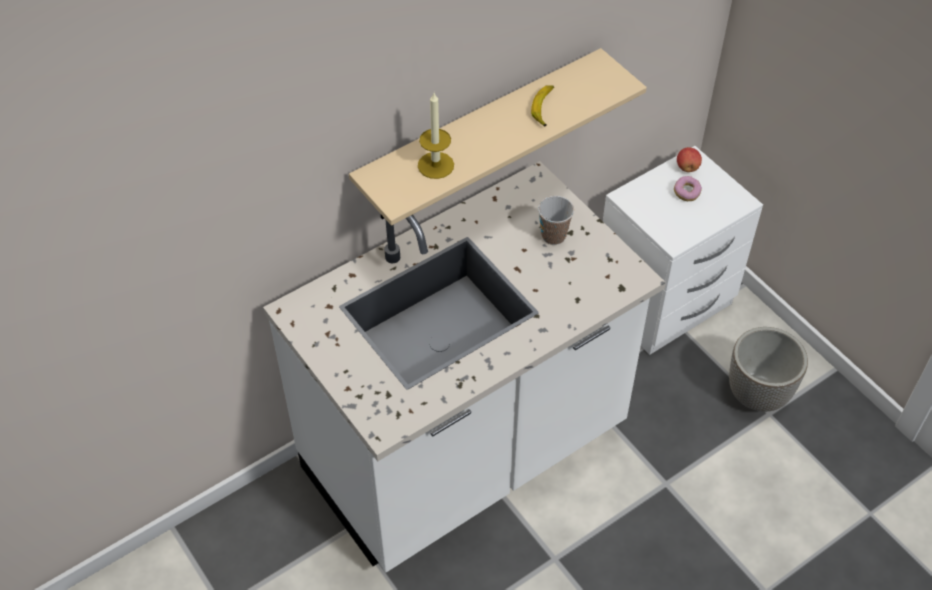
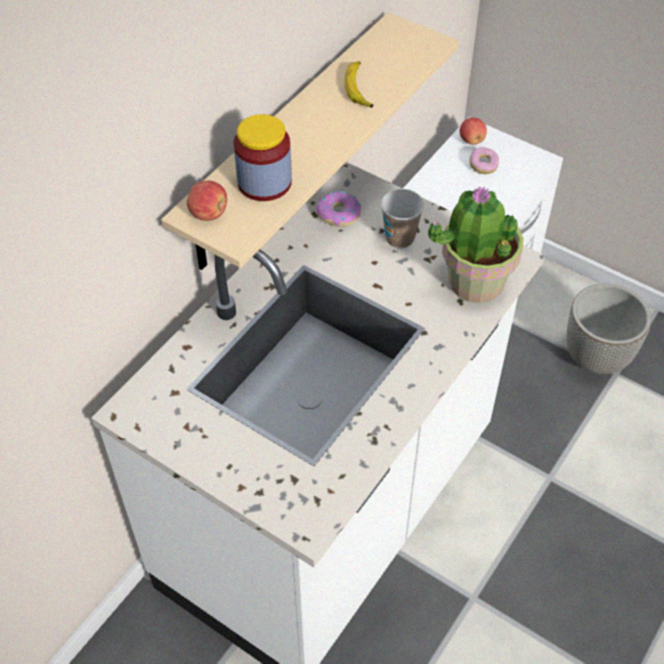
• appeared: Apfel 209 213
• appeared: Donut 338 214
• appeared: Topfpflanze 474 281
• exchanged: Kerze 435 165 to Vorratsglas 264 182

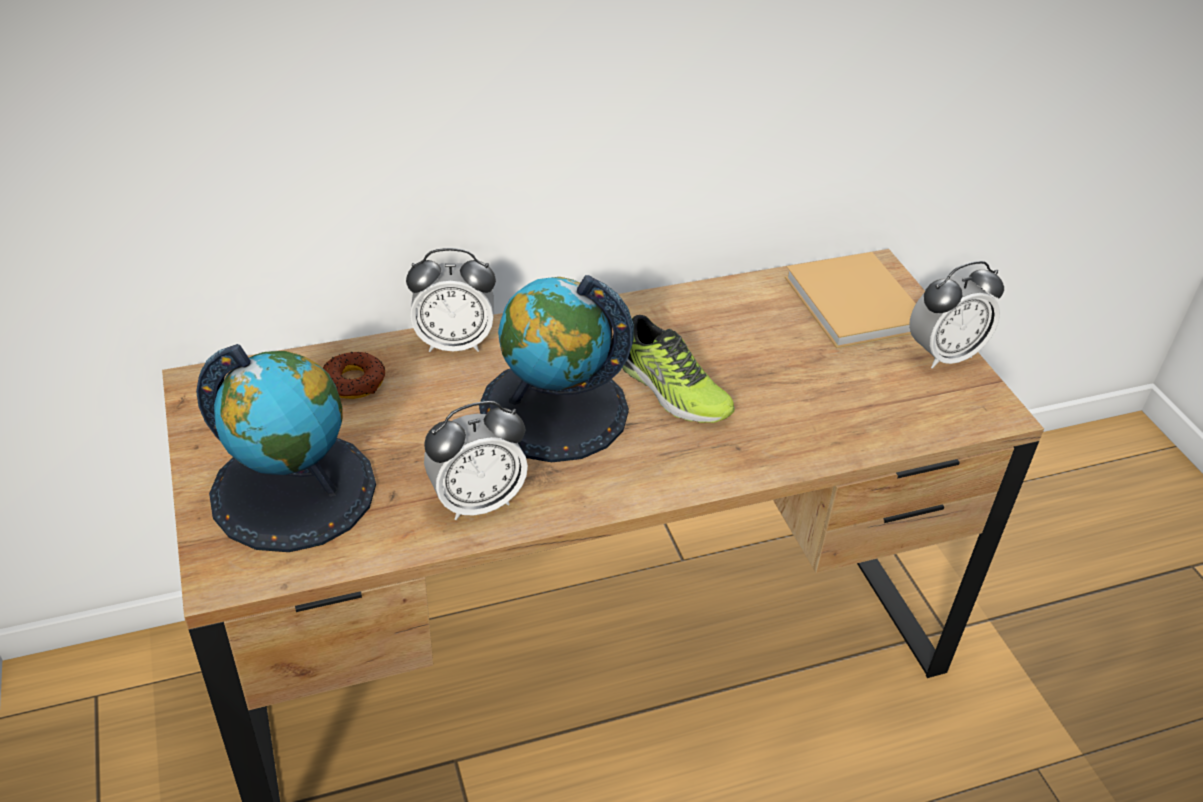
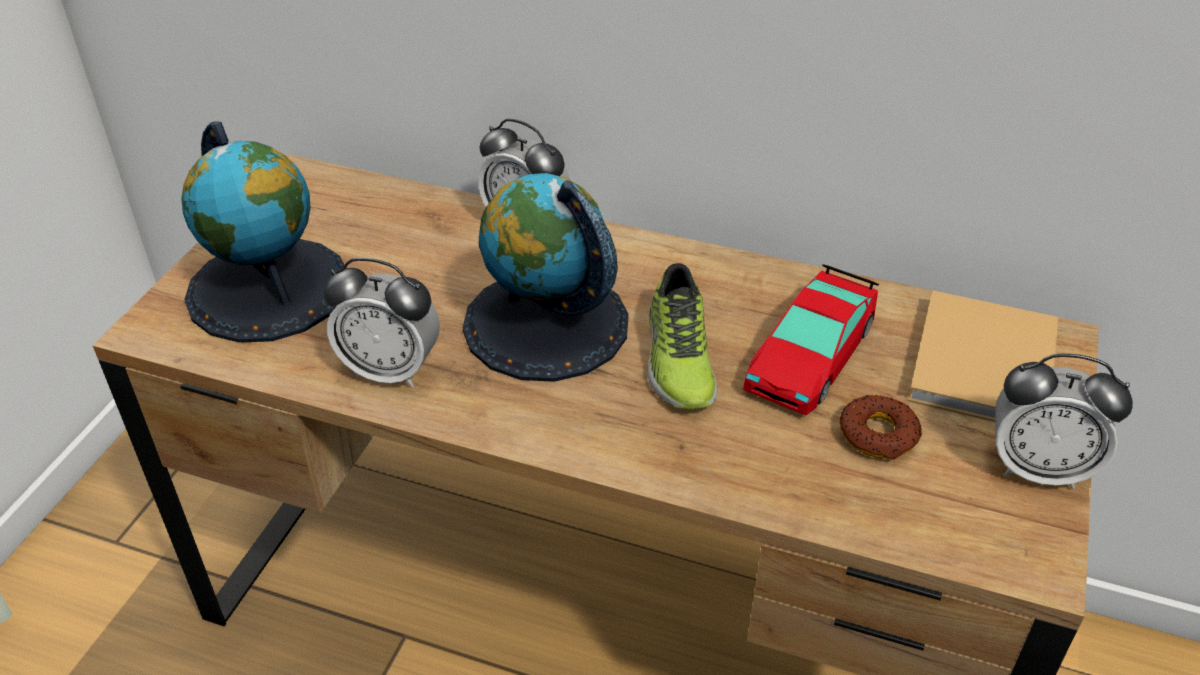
• appeared: Spielzeugauto 809 355
• relocated: Donut 354 382 to 878 434

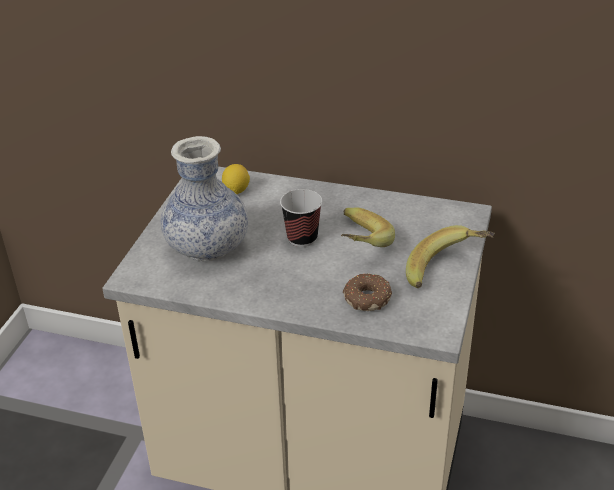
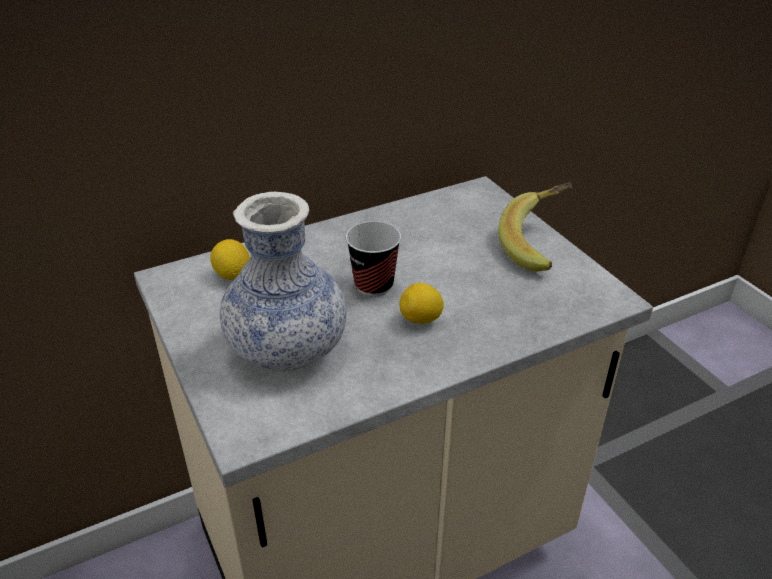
• missing: Banane 357 244
• missing: Donut 367 297
• appeared: Zitrone 421 320

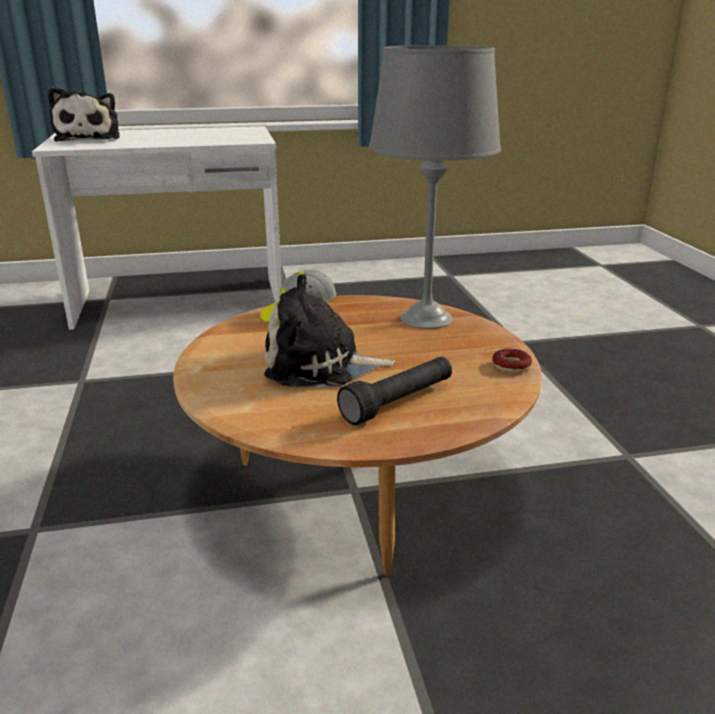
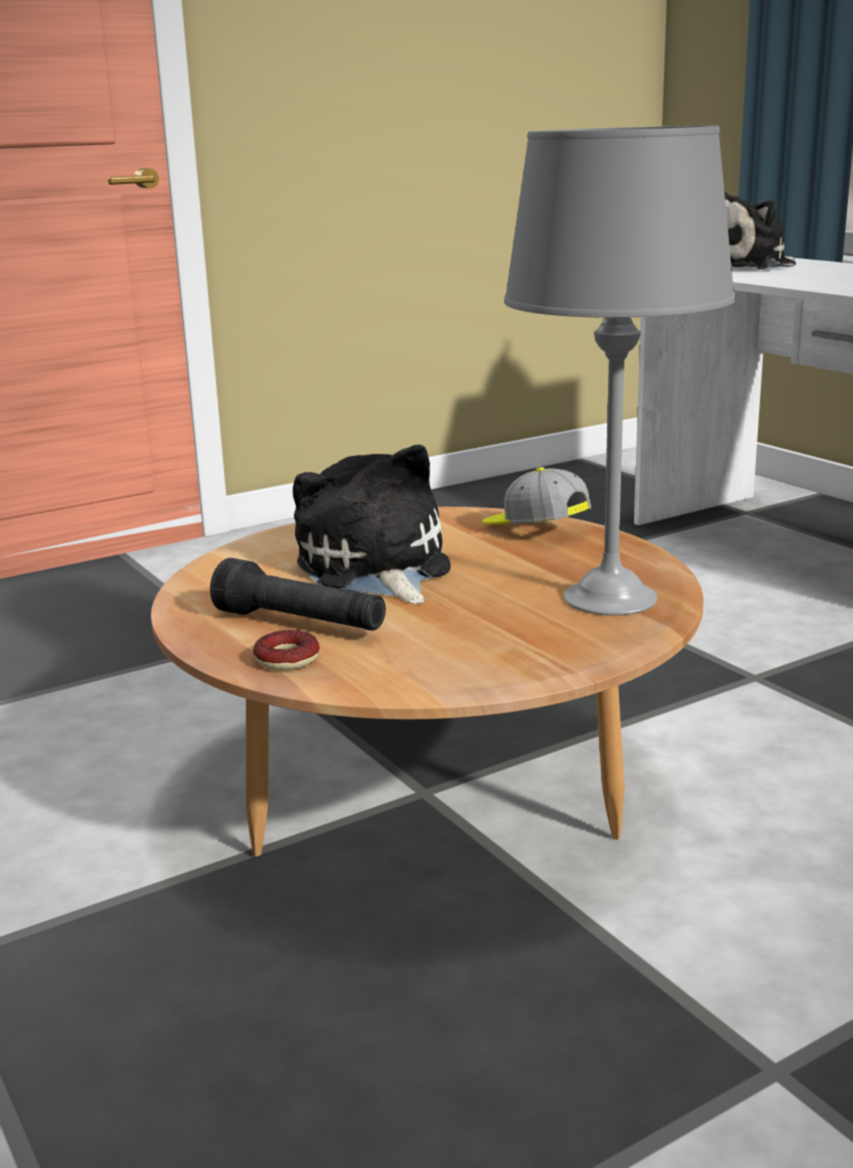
• relocated: Donut 511 366 to 287 659

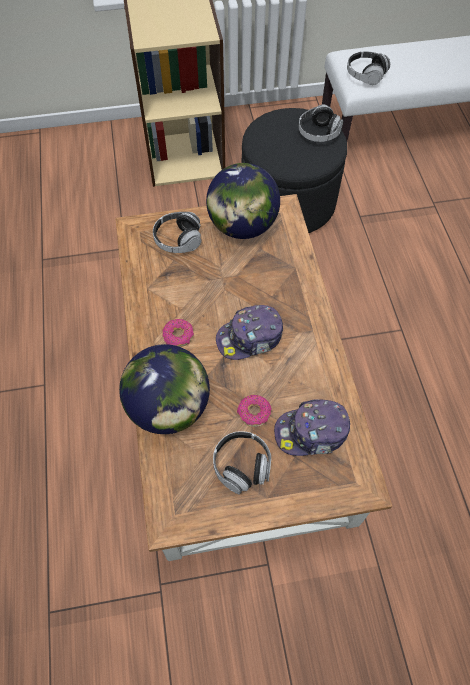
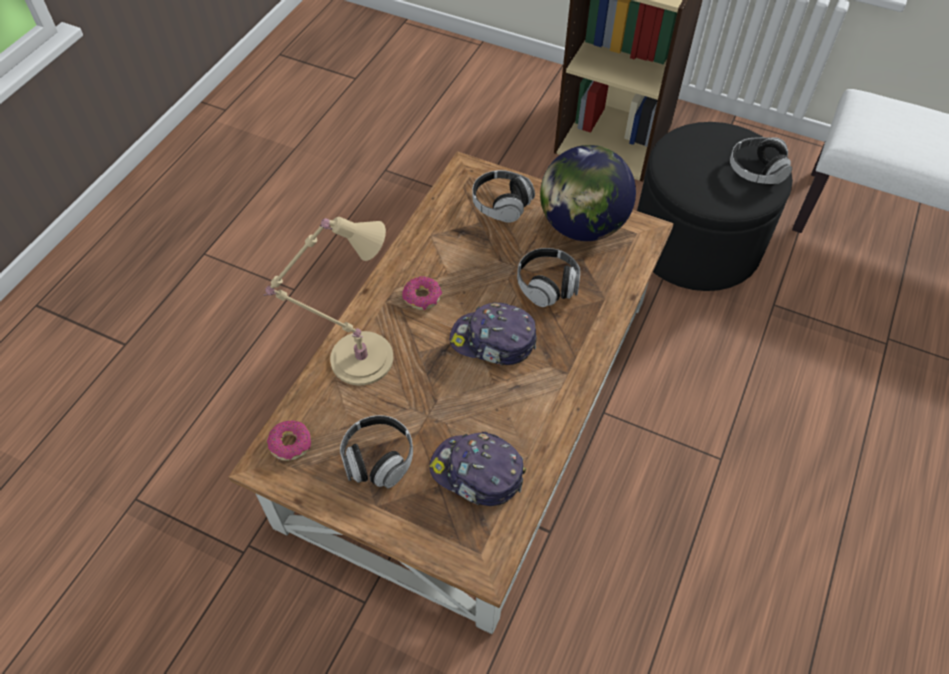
• relocated: Donut 254 413 to 290 444
• relocated: Kopfhörer 365 75 to 547 285
• exchanged: Globus 169 407 to Tischlampe (beige) 356 359

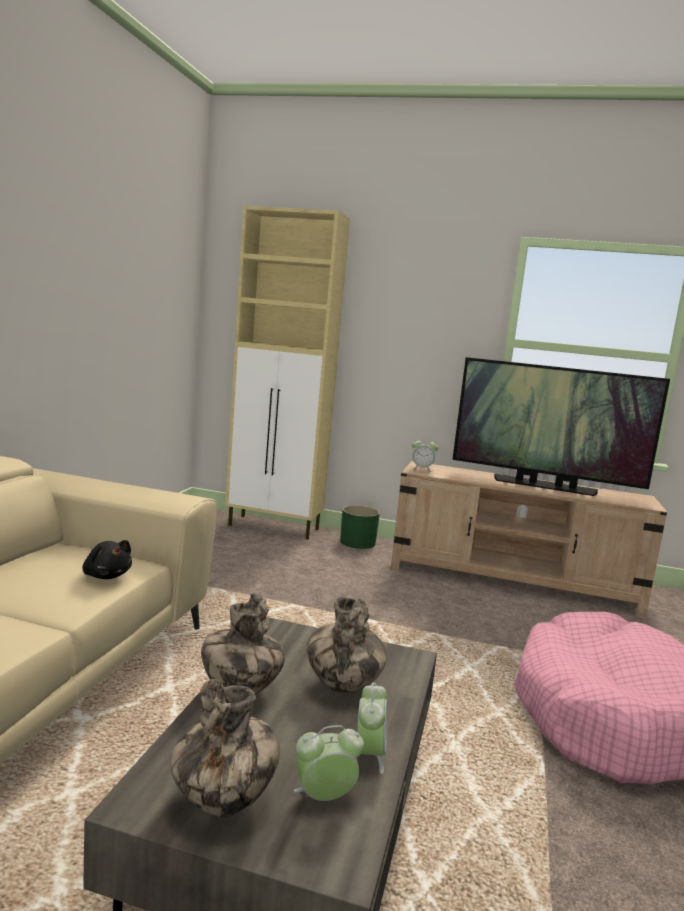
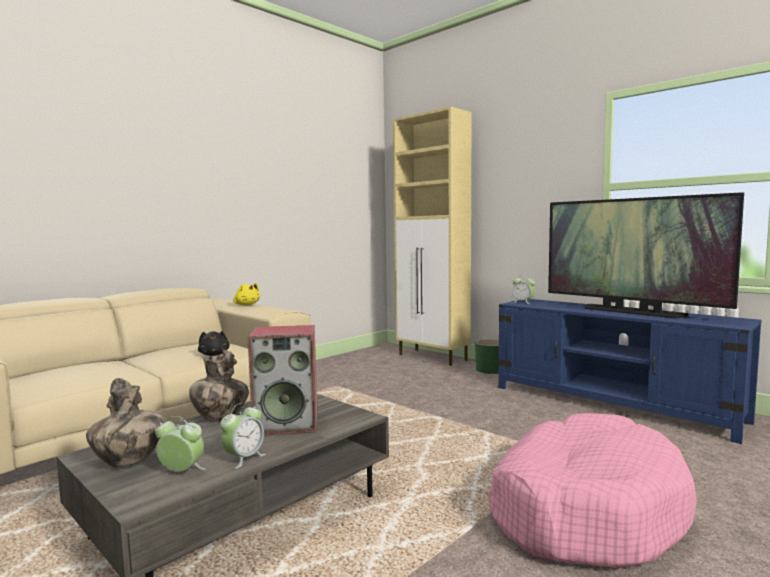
• appeared: Plüschtier (gelb) 246 305
• exchanged: Vase 343 685 to Lautsprecher 287 424
• colour: Fernsehschrank (beige) 513 580 to Fernsehschrank (blau) 612 404

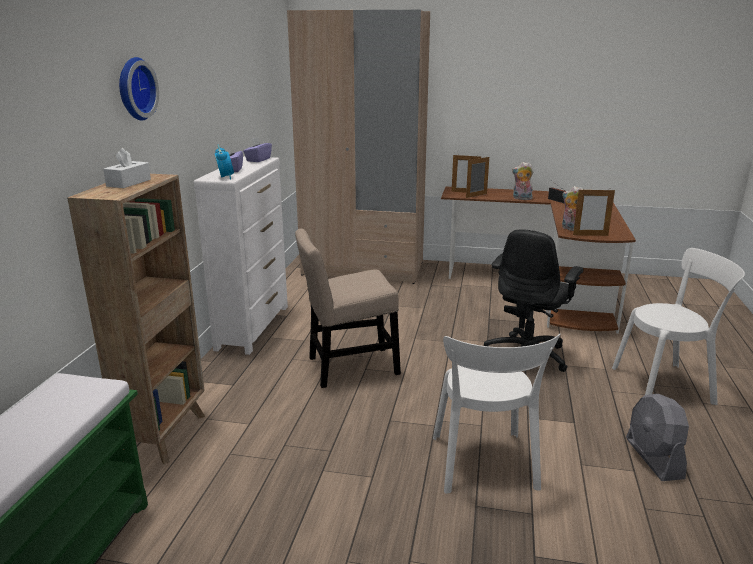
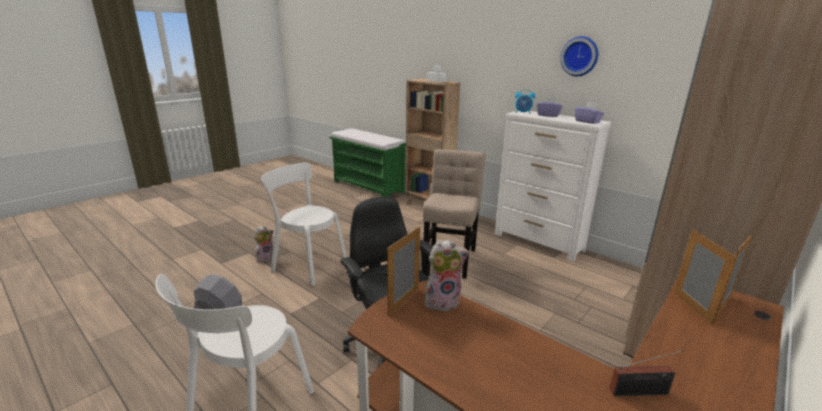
• relocated: Wanduhr 134 89 to 580 56
• relocated: Plüschtier 521 198 to 265 257

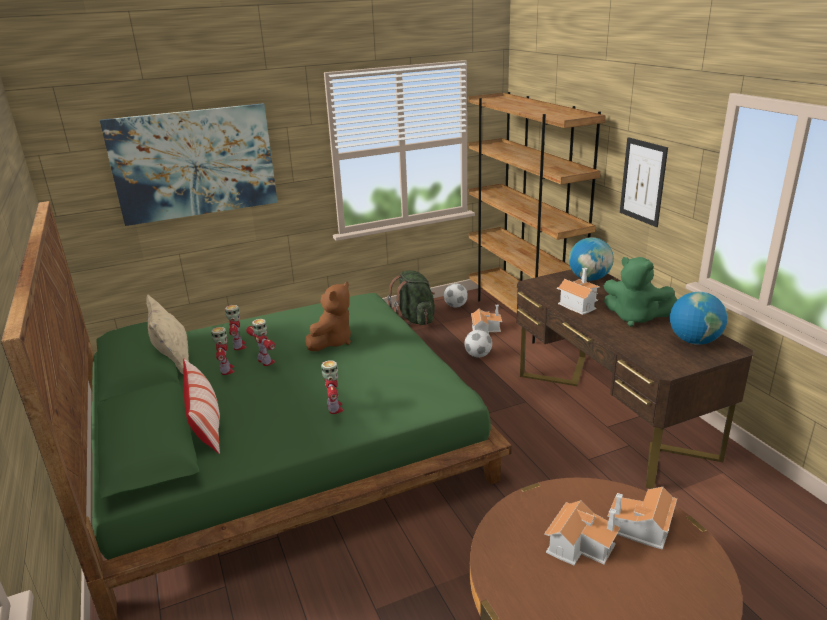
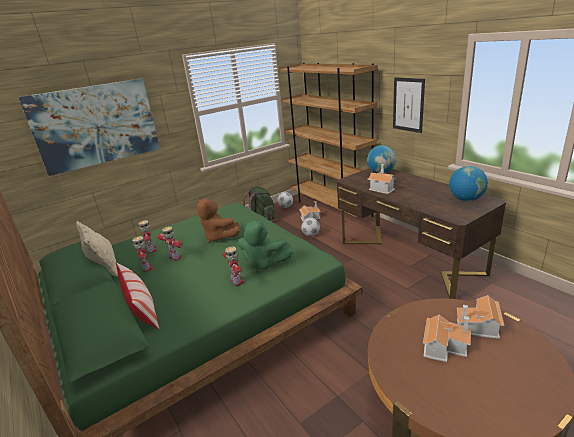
• relocated: Plüschtier (grün) 635 318 to 264 264
• spun: Plüschtier (braun) 332 341 = 219 237 120 degrees clockwise

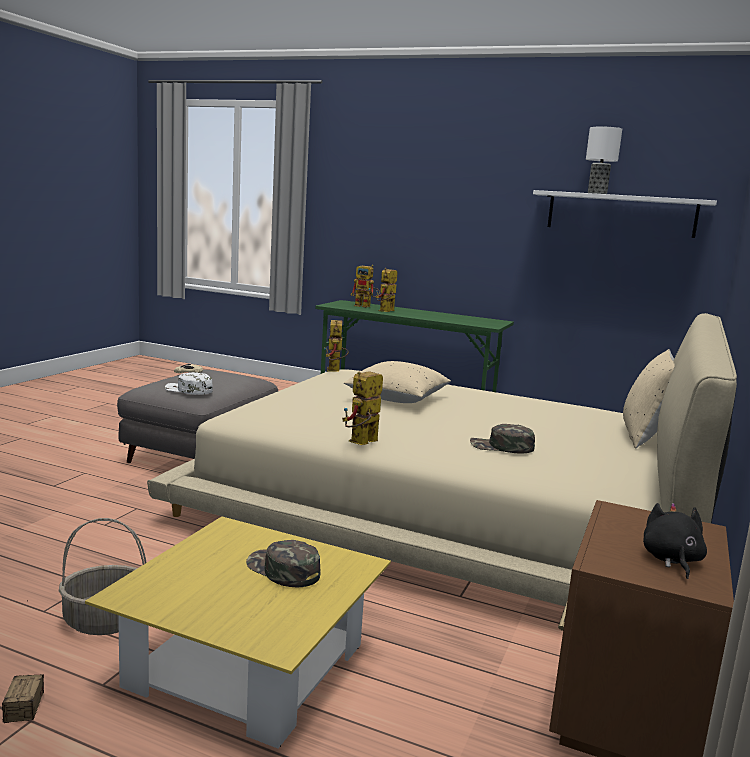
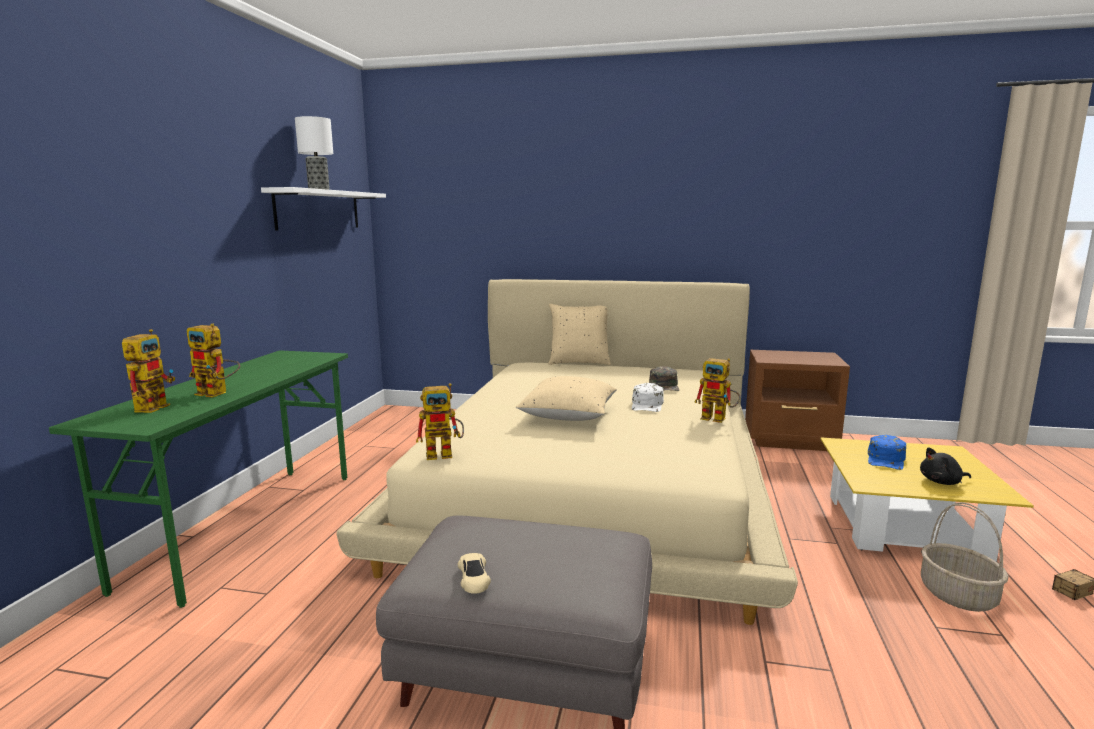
• relocated: Kappe (weiß) 188 390 to 647 405
• relocated: Plüschtier (schwarz) 671 560 to 942 482
• colour: Kappe (grün) 282 570 to Kappe (blau) 886 459

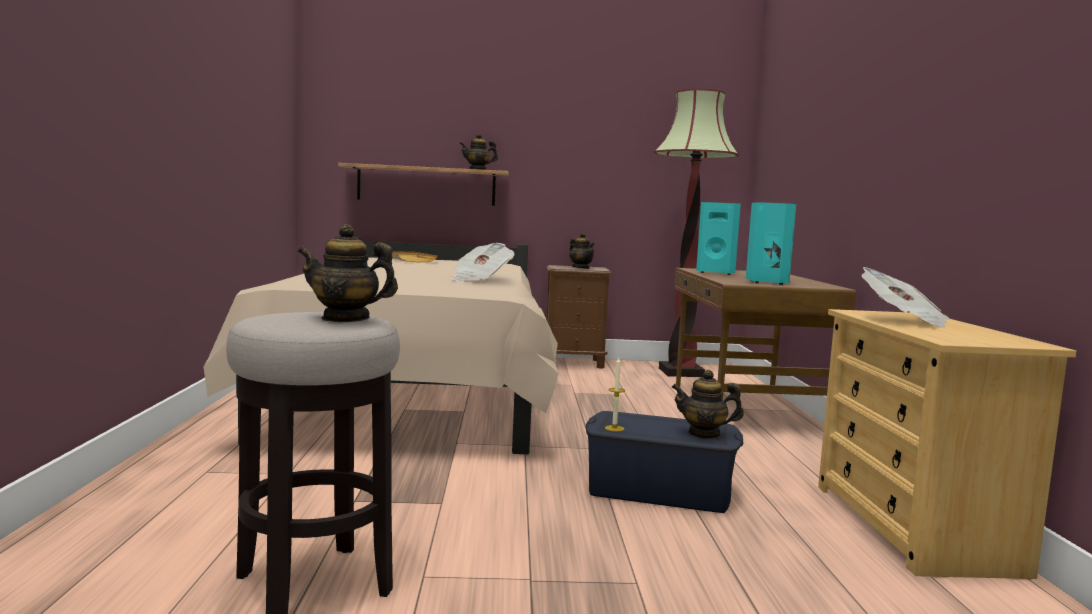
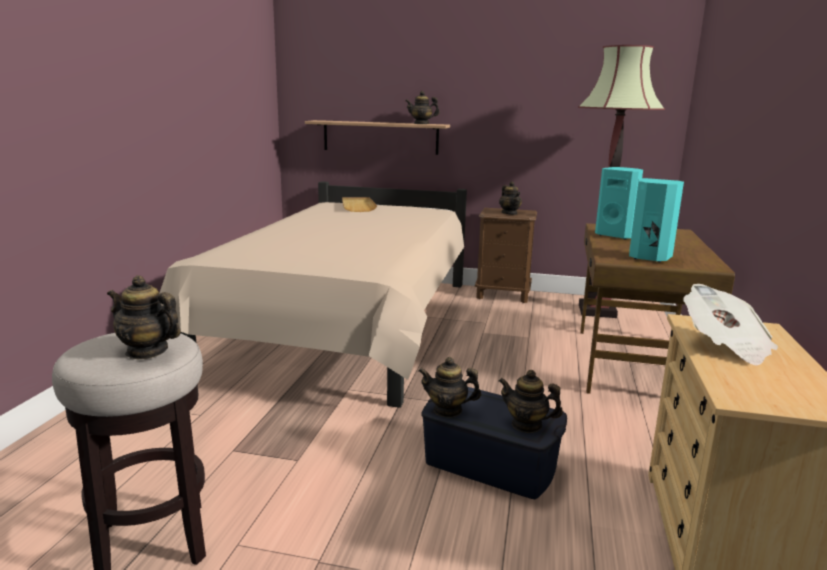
• missing: Zeitung 480 279
• exchanged: Kerze 614 428 to Teekanne 447 410

